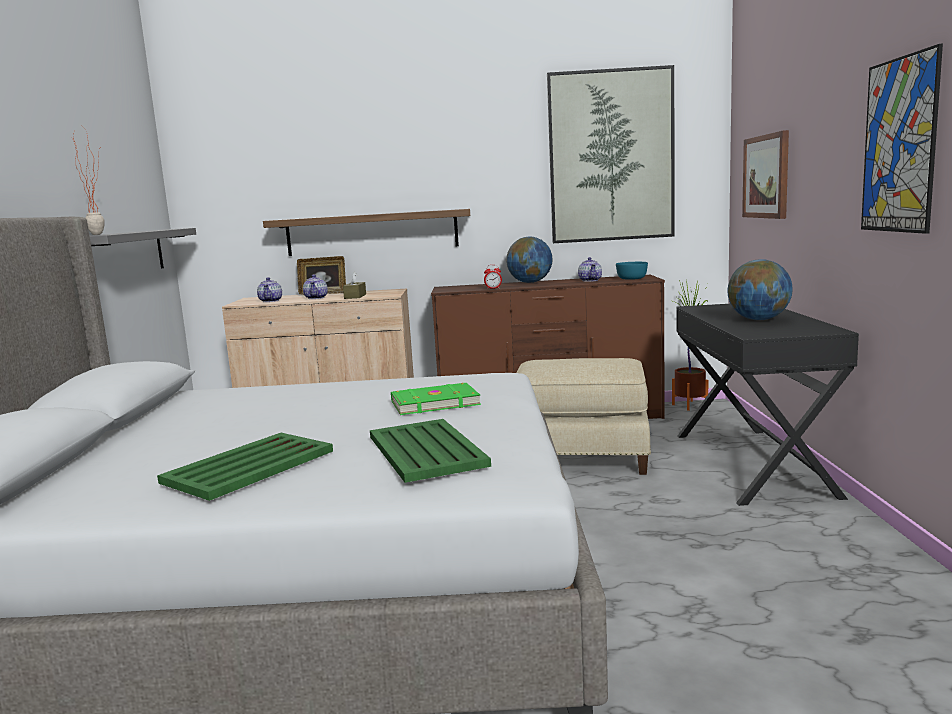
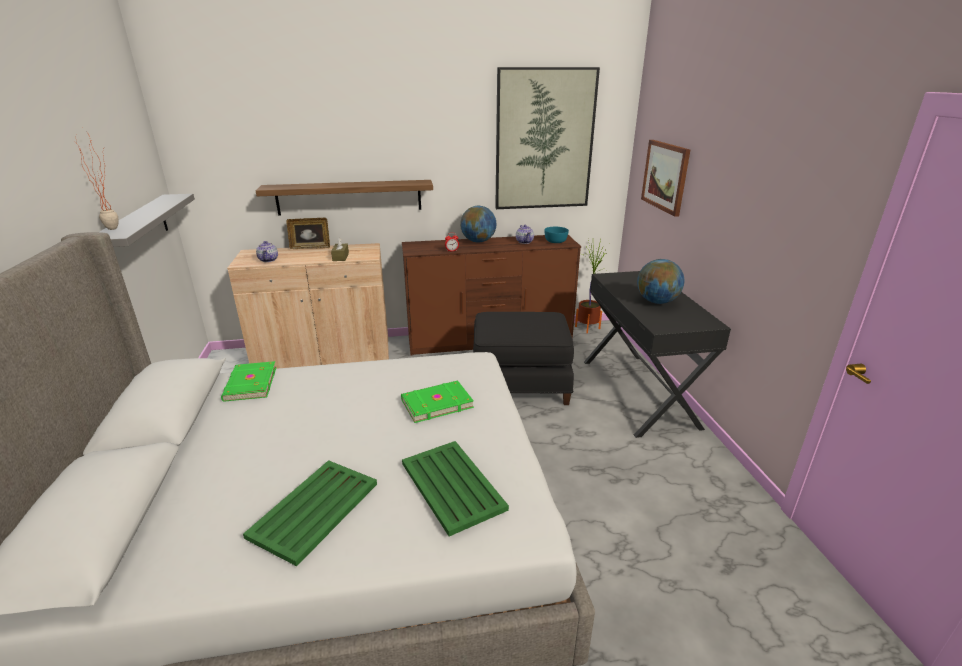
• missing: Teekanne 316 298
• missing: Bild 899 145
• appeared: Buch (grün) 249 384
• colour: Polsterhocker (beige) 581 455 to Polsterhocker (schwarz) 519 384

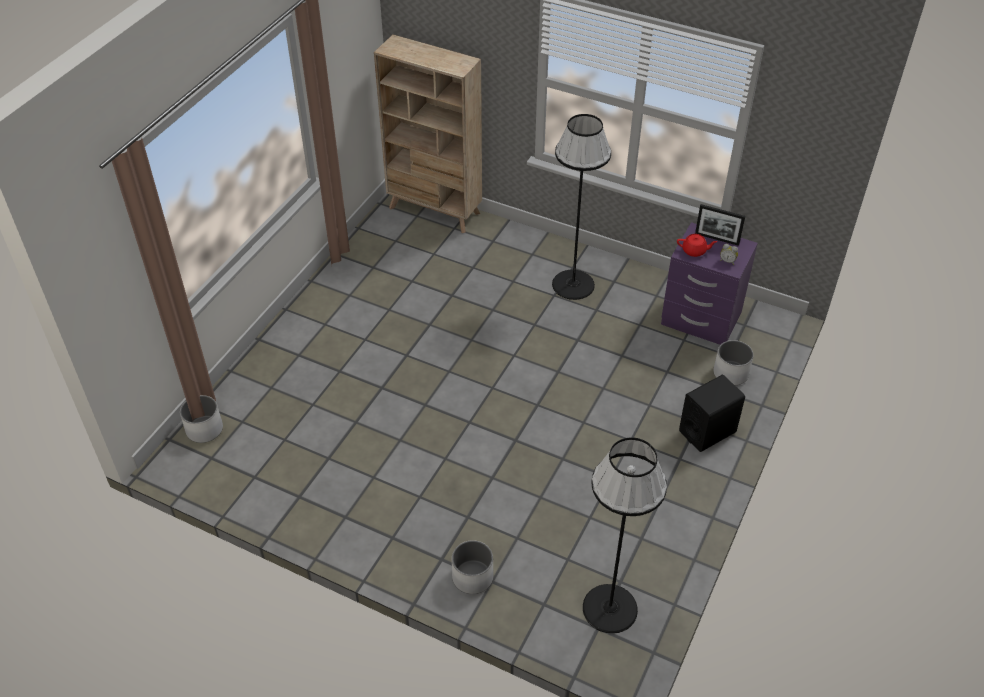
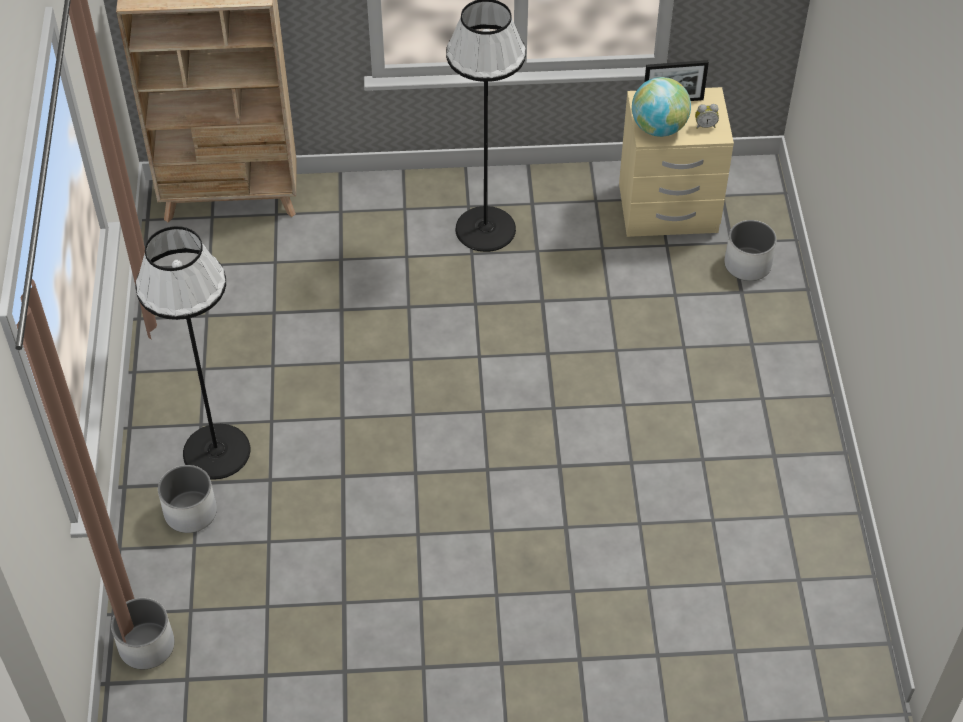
• missing: Lautsprecher (schwarz) 707 431
• relocated: Pflanzkübel (weiß) 472 577 to 190 512
• relocated: Stehlampe (schwarz) 609 608 to 216 451
• exchanged: Teekanne (rot) 694 251 to Globus 658 128
• colour: Nachttisch (lila) 700 319 to Nachttisch (beige) 668 210

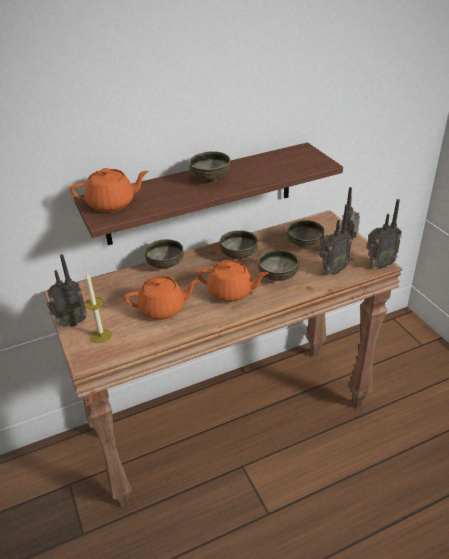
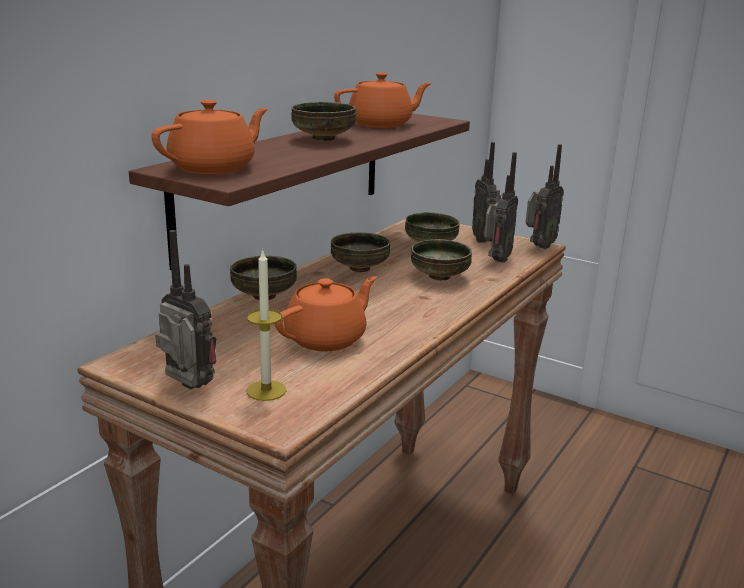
• relocated: Teekanne (orange) 231 292 to 381 124
• spun: Radio 71 322 = 187 389 90 degrees counterclockwise

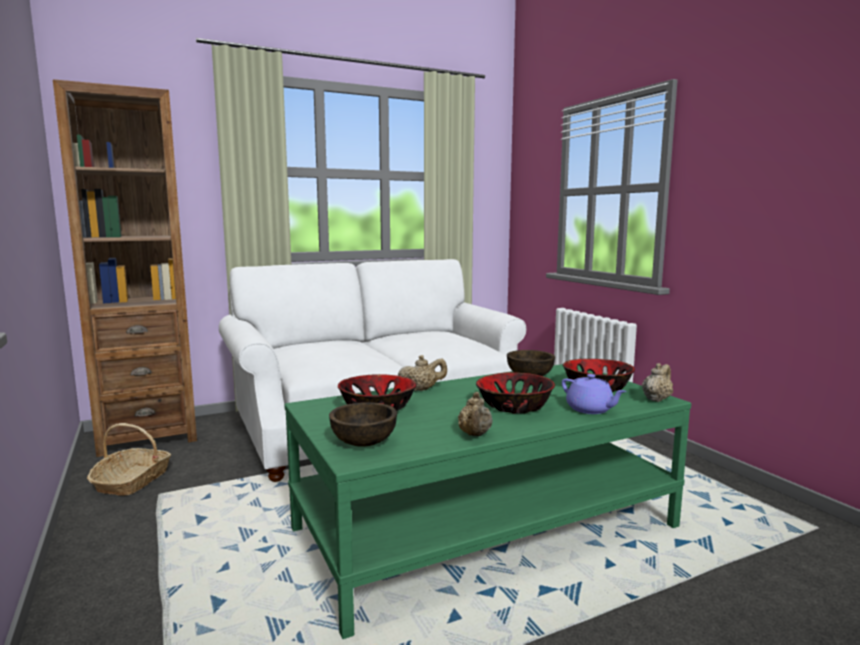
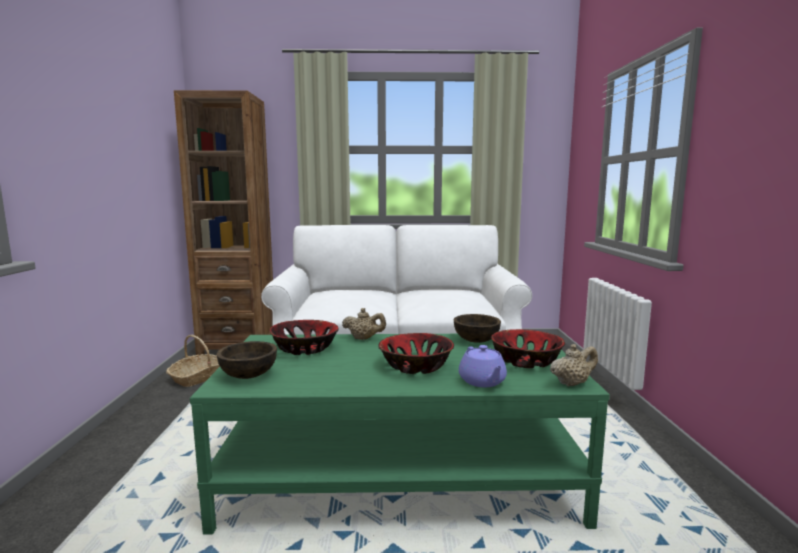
• missing: Teekanne (beige) 475 435

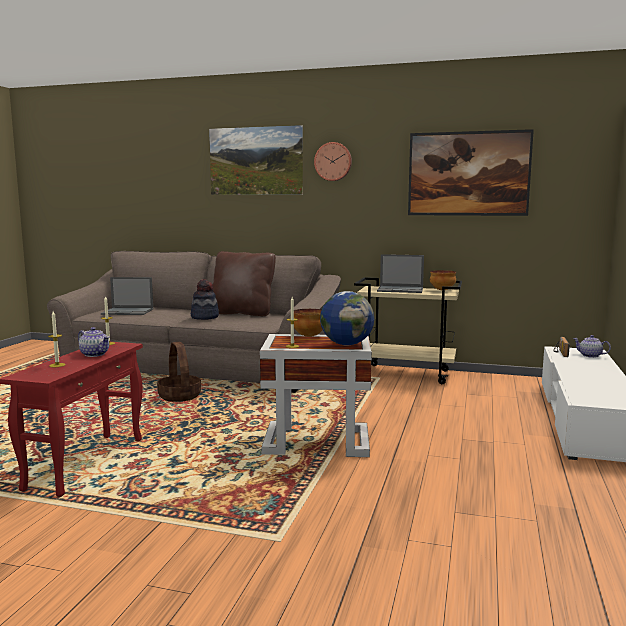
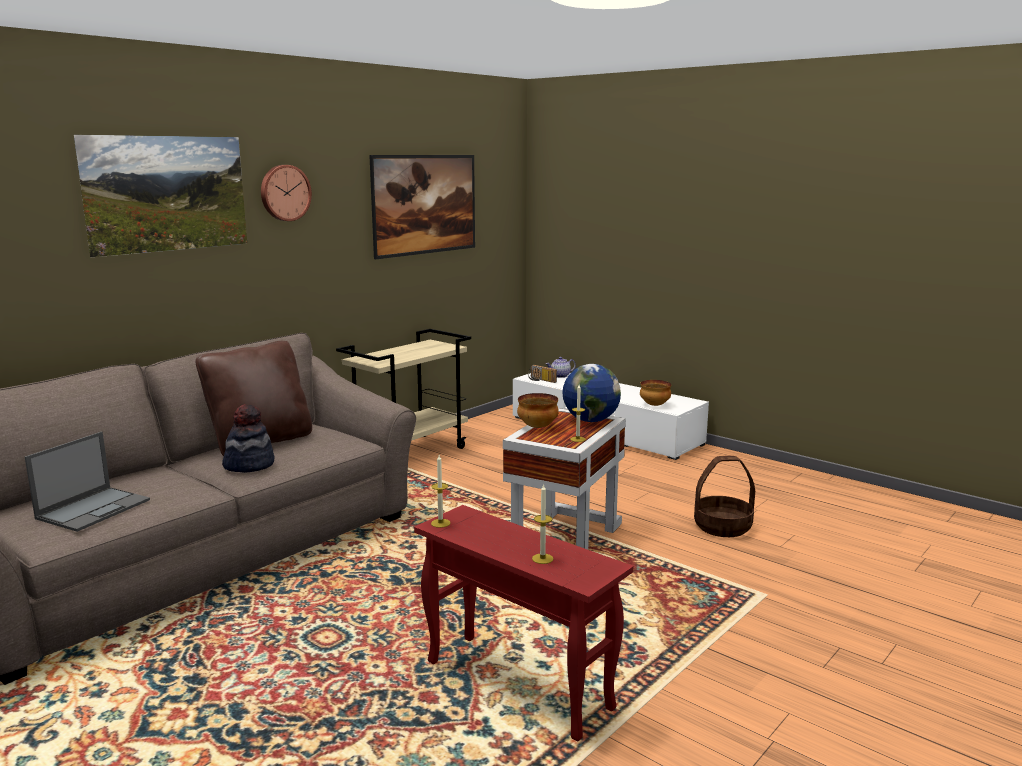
• missing: Teekanne 95 354
• missing: Laptop 401 290
• relocated: Korb 180 396 to 722 527
• relocated: Schüssel 442 290 to 654 405

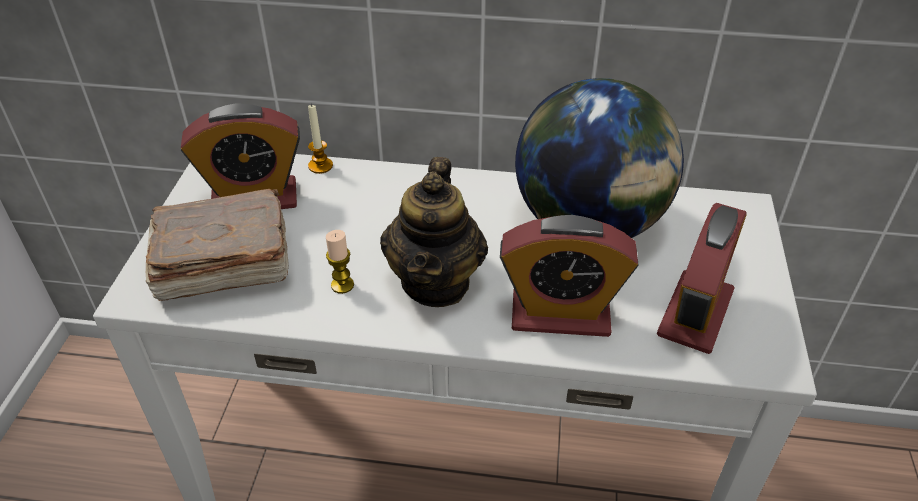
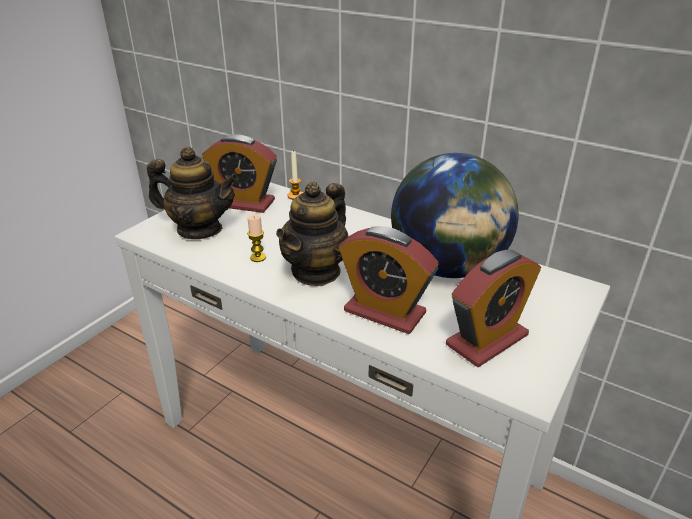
• exchanged: Buch (braun) 222 264 to Teekanne 199 230

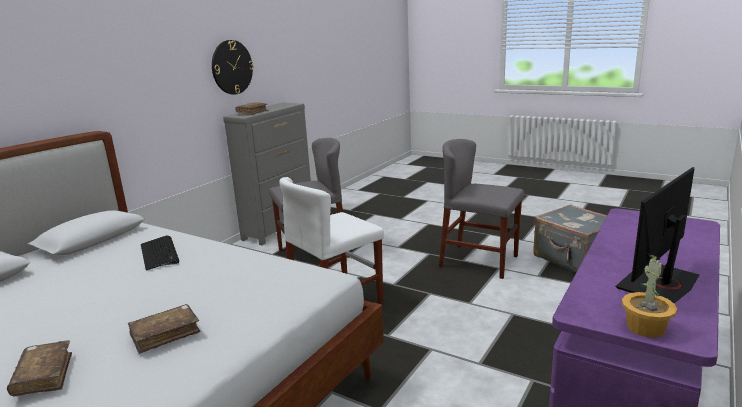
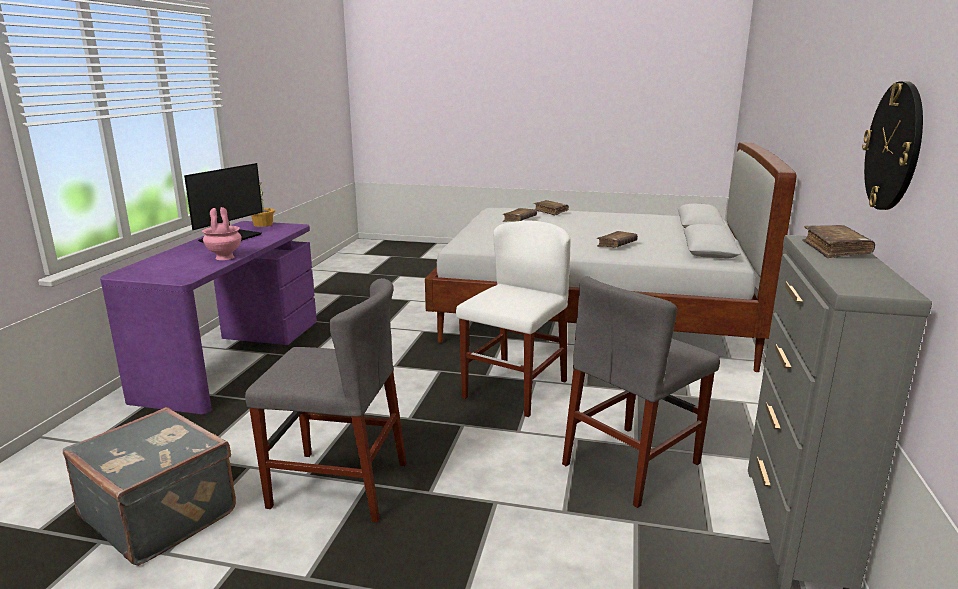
• appeared: Vase (rosa) 224 257
• exchanged: Tastatur 160 253 to Buch (braun) 616 245

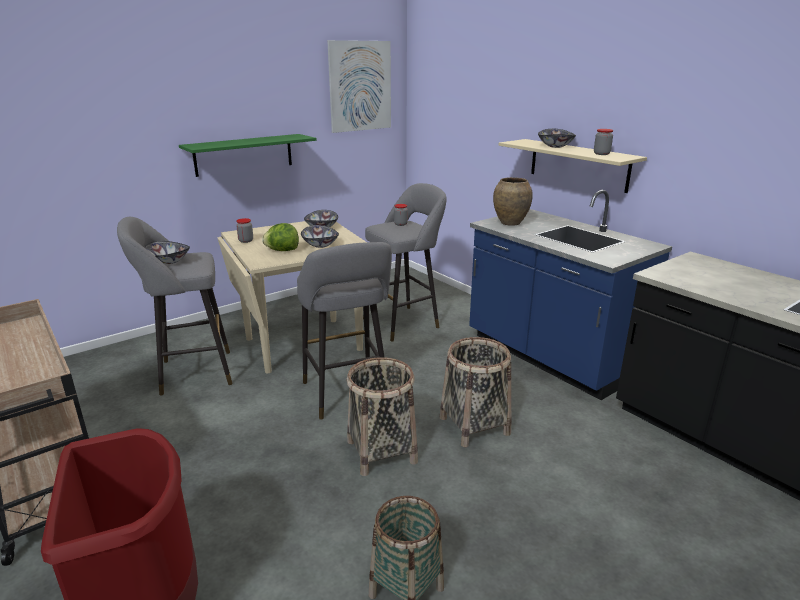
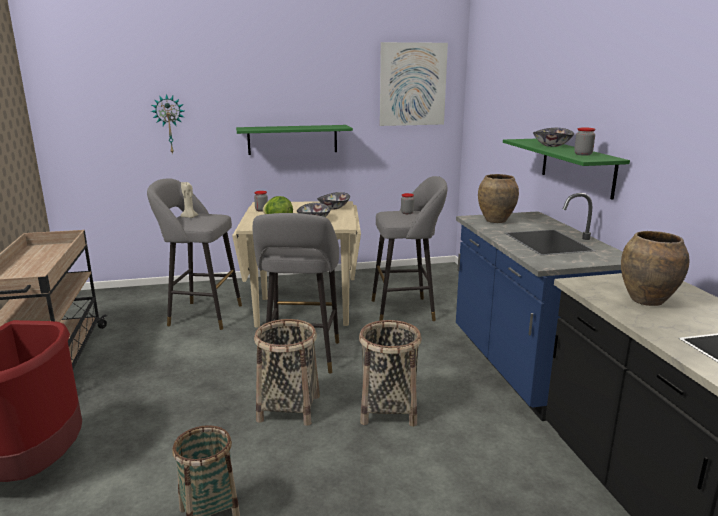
• appeared: Wanduhr 169 124
• appeared: Vase (braun) 646 300
• exchanged: Schüssel 168 261 to Kerze (beige) 189 217
• colour: Wandregal (beige) 578 165 to Wandregal (grün) 577 167

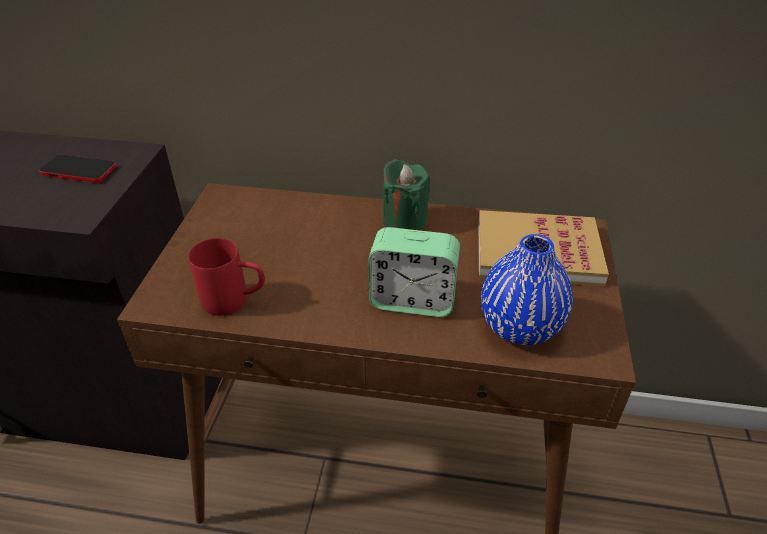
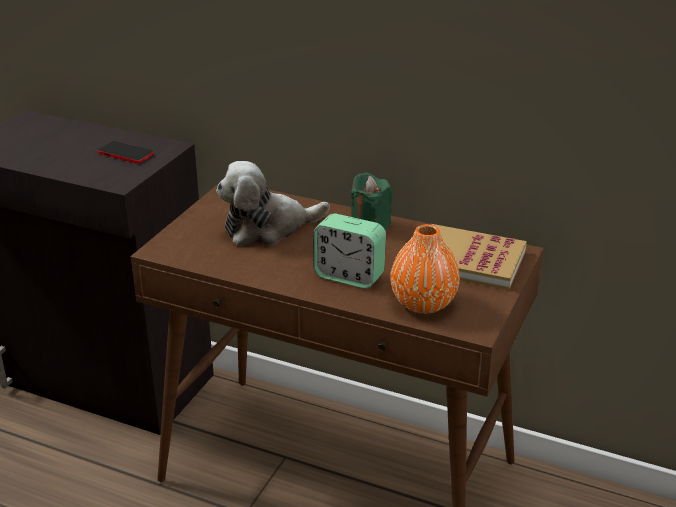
• missing: Henkelbecher (rot) 235 301
• appeared: Plüschtier 268 228
• colour: Vase (blau) 519 327 to Vase (orange) 423 303

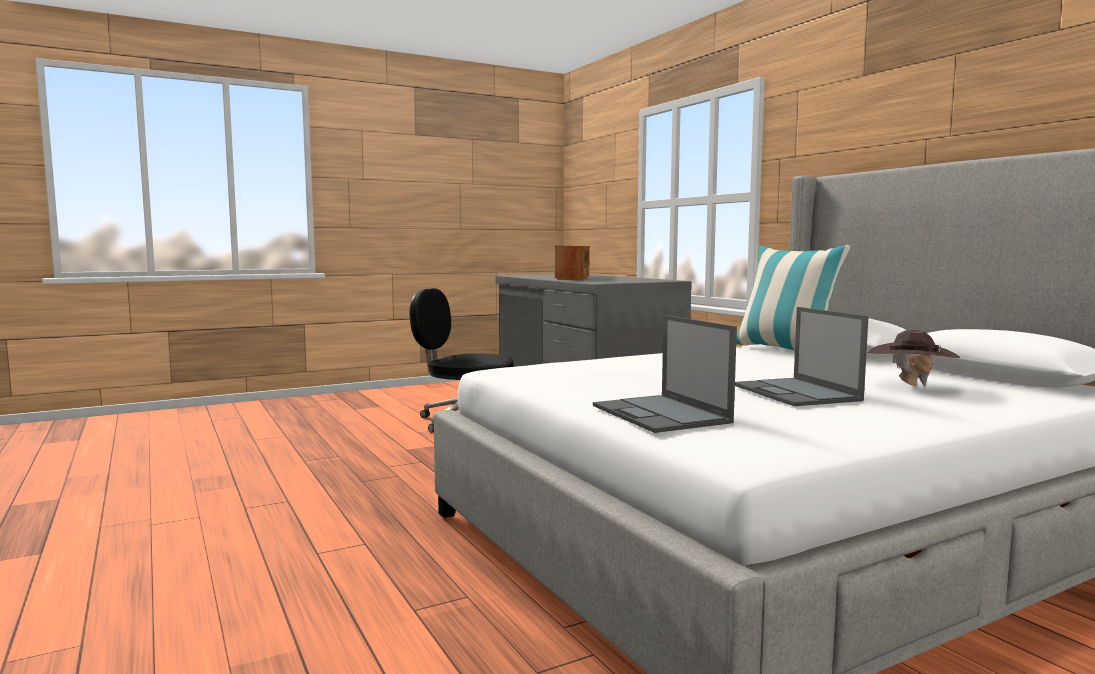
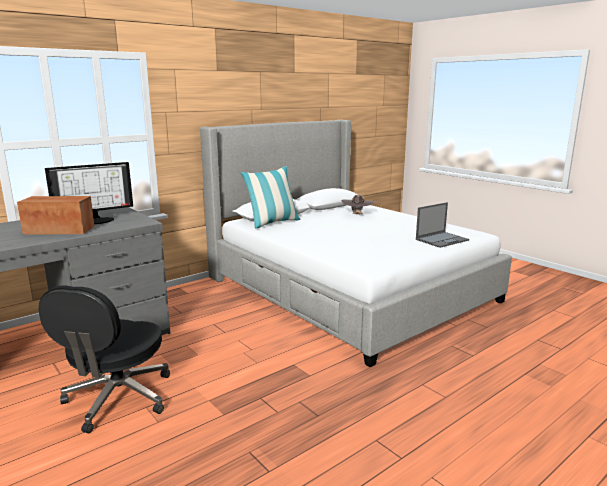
• missing: Laptop 796 393
• appeared: Monitor 97 220

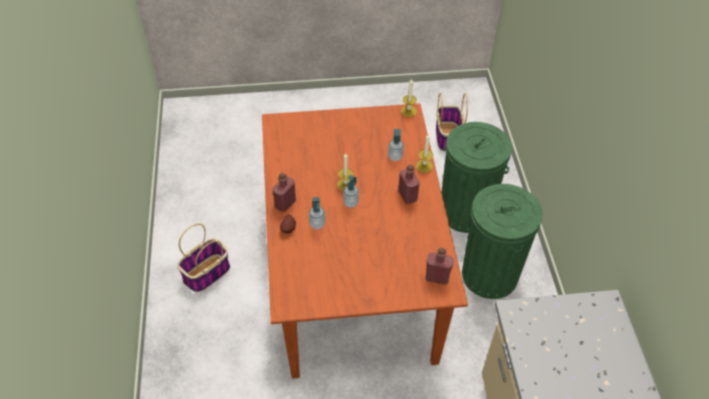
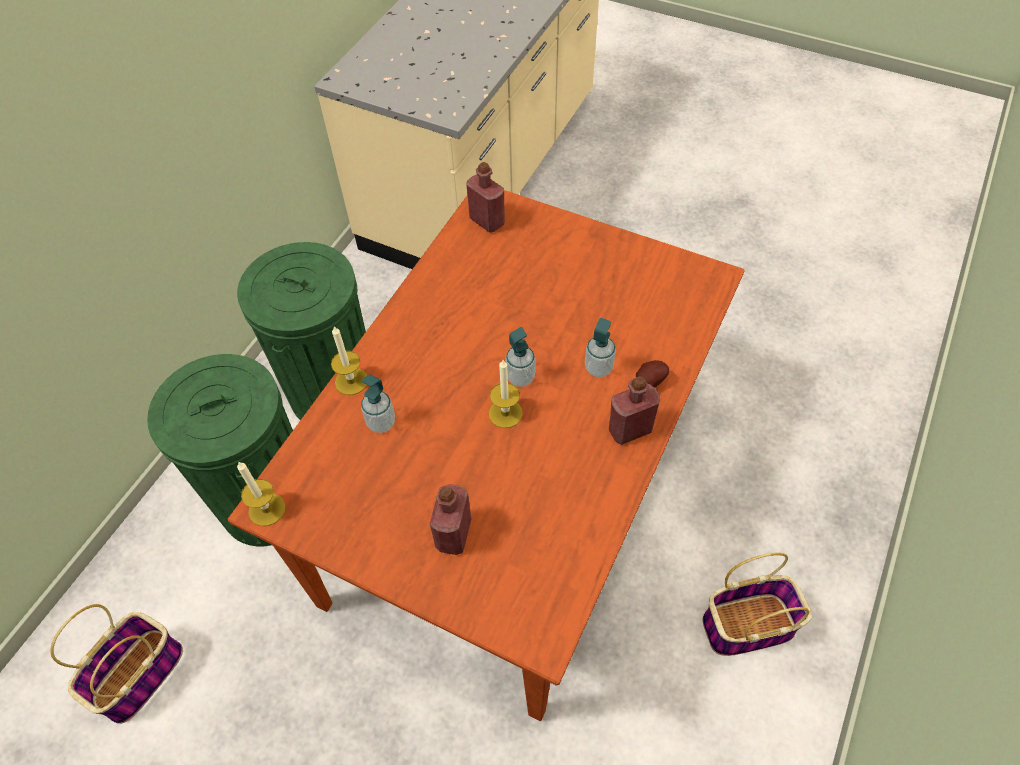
• relocated: Flasche (rot) 407 196 to 453 534

